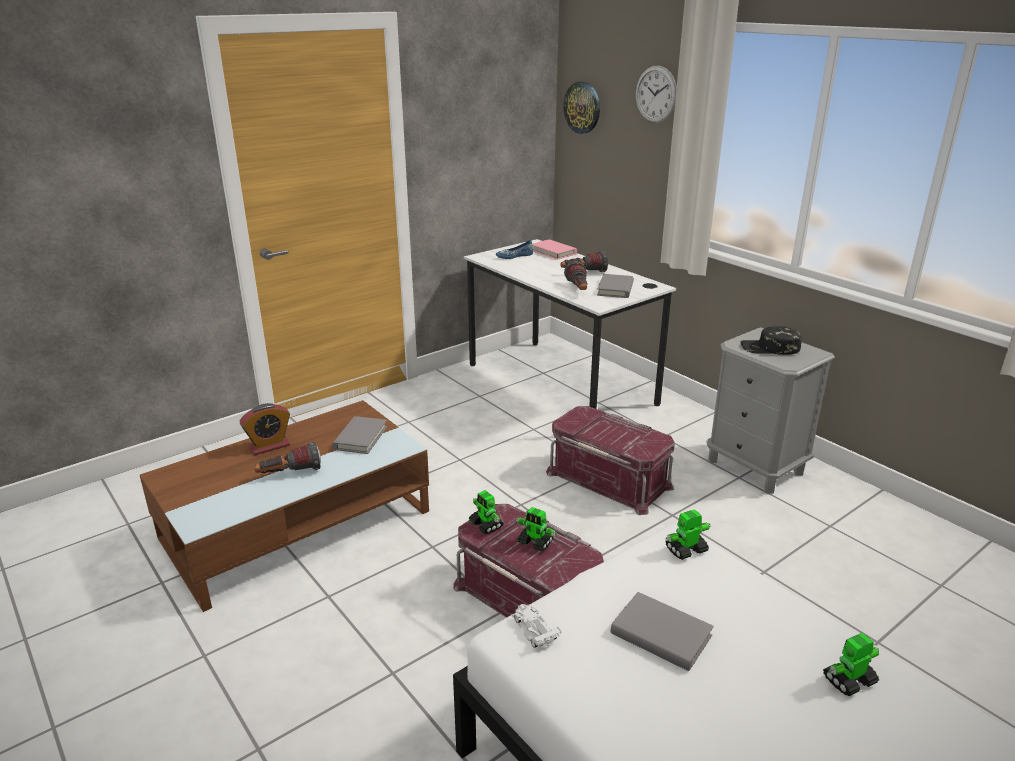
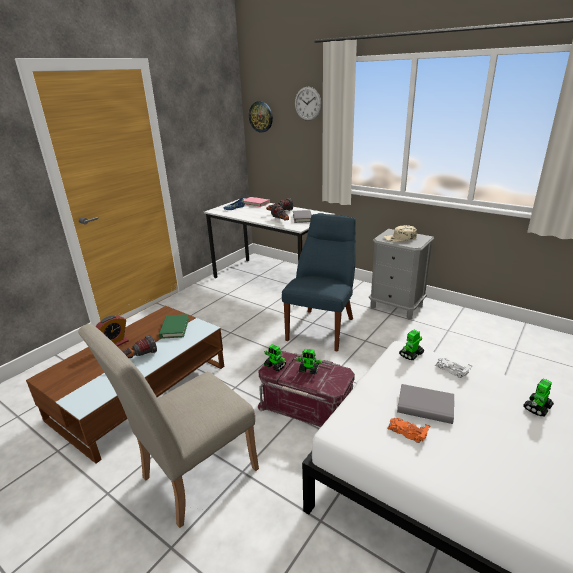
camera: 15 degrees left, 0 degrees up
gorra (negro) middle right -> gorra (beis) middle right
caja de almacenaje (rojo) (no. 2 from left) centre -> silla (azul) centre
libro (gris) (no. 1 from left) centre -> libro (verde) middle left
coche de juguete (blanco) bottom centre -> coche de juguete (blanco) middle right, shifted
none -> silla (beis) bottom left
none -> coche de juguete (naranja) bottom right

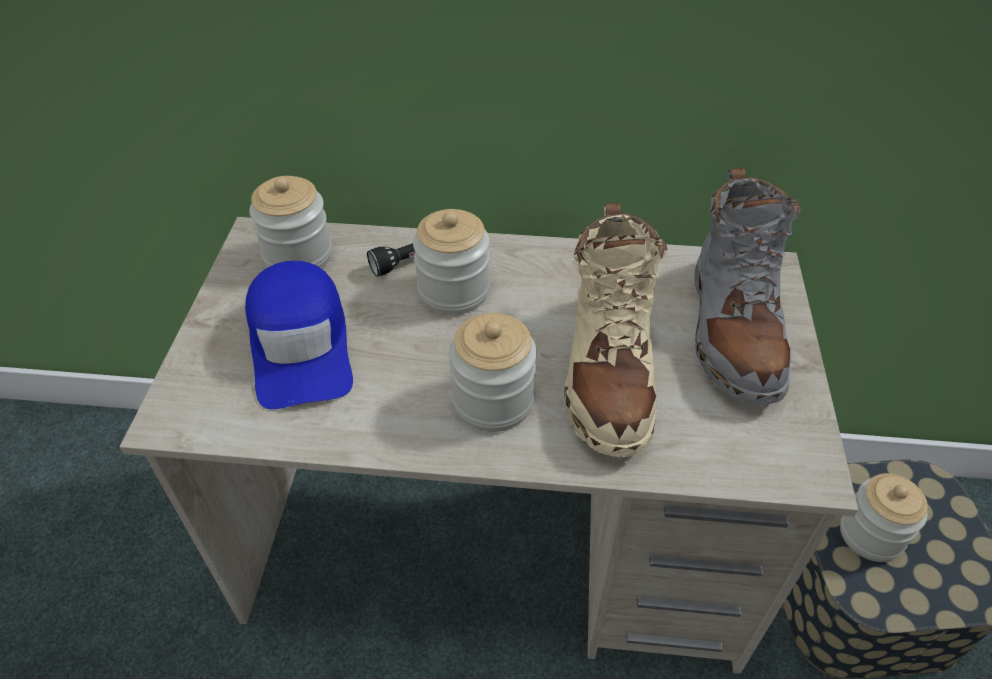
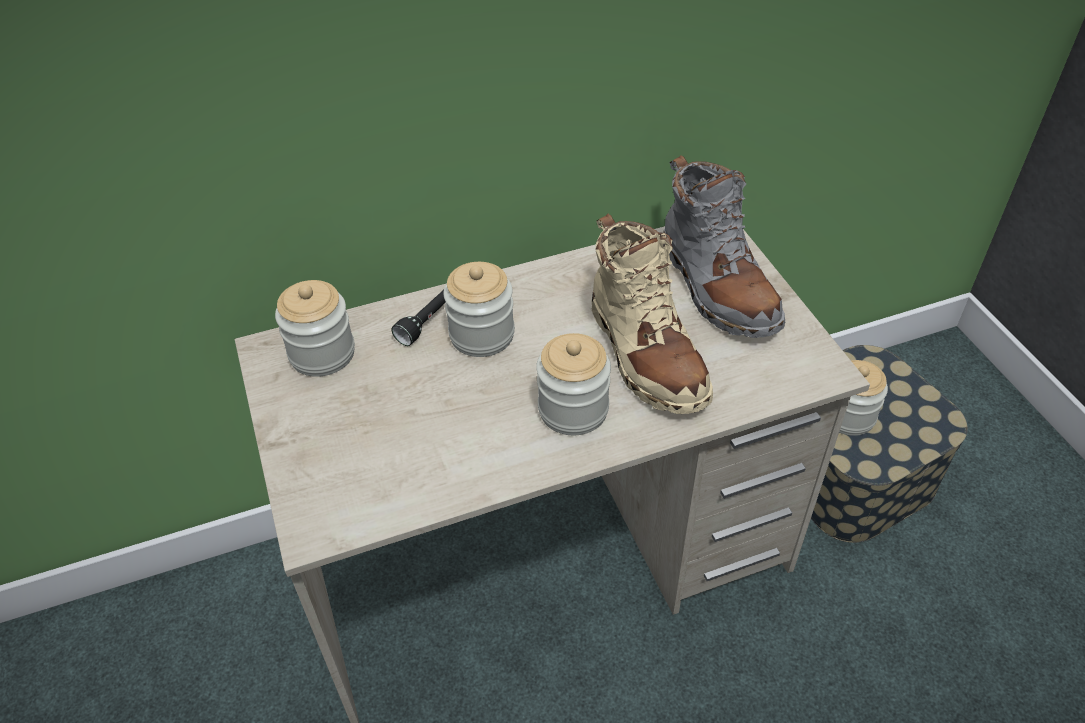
camera: 25 degrees left, 0 degrees up
gorra (azul) middle left -> none

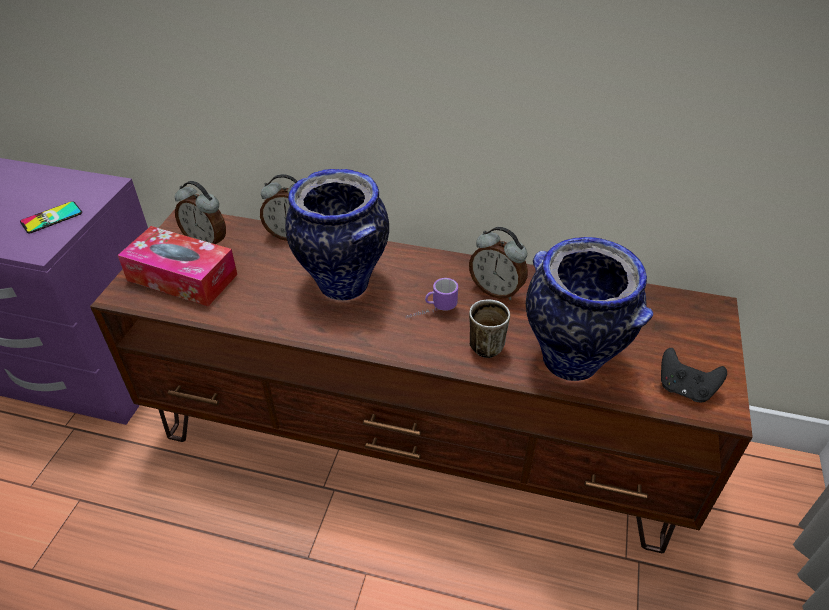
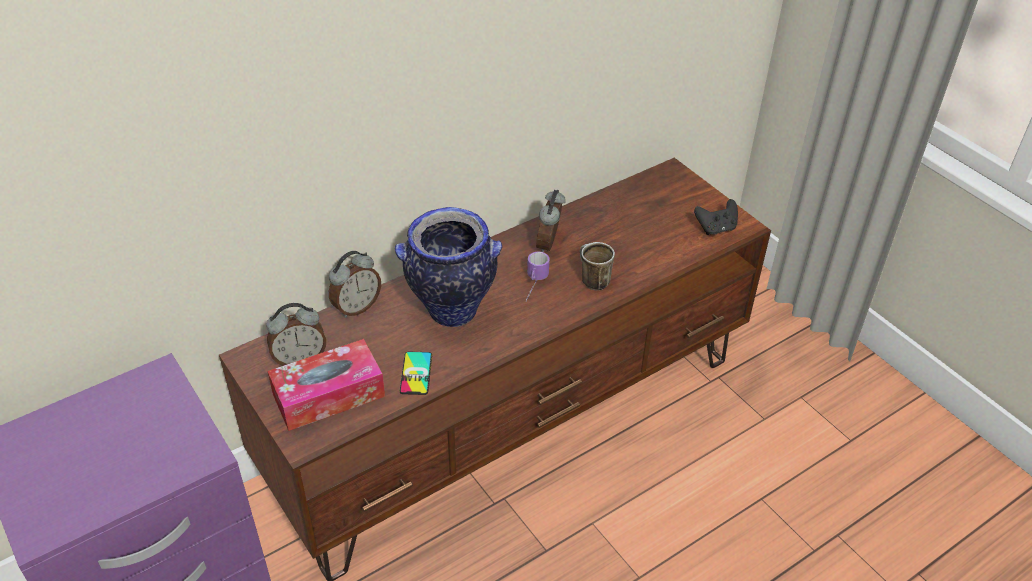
camera: 50 degrees left, 0 degrees up
móvil middle left -> móvil centre, shifted
despertador (no. 3 from left) centre, 120 degrees clockwise
florero (no. 2 from left) middle right -> none

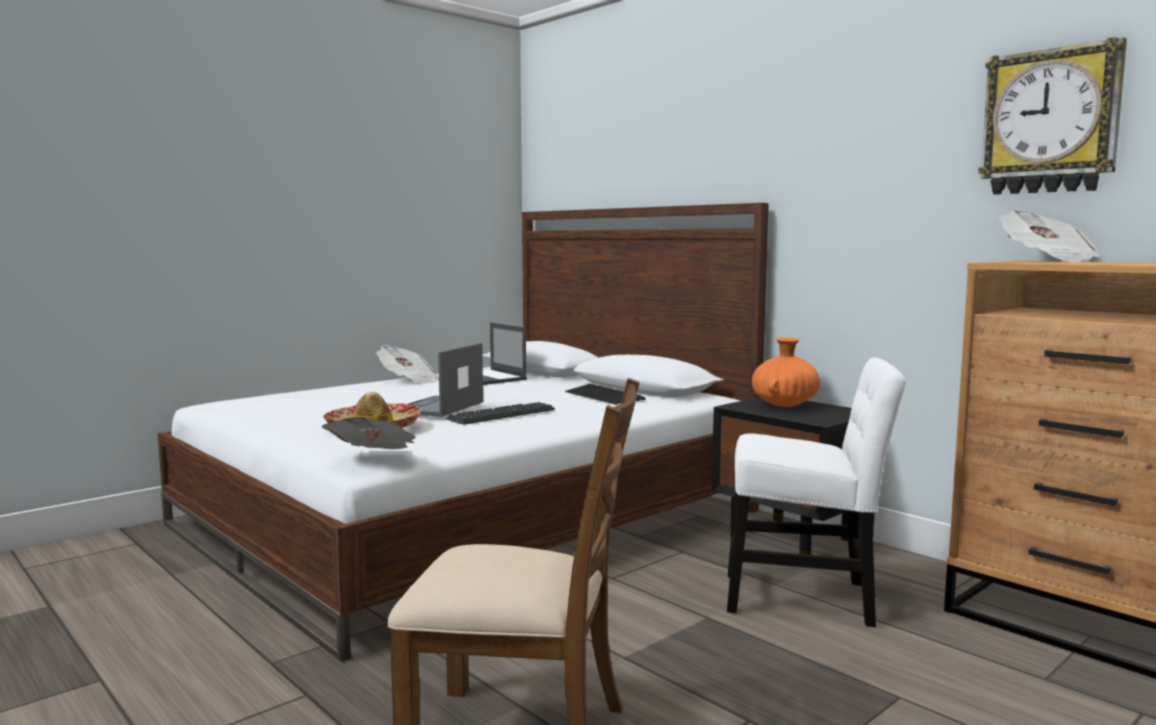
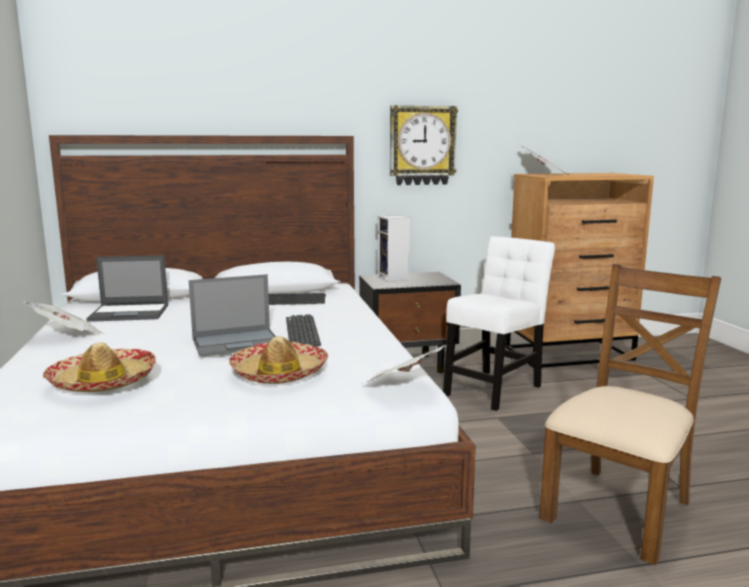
camera: 60 degrees left, 5 degrees up
reloj de pared top right -> reloj de pared top centre, shifted
florero (naranja) middle right -> altavoz centre
portátil (no. 1 from left in the first image) centre -> portátil (no. 2 from left) middle left, 75 degrees counterclockwise
none -> sombrero (no. 1 from left) middle left

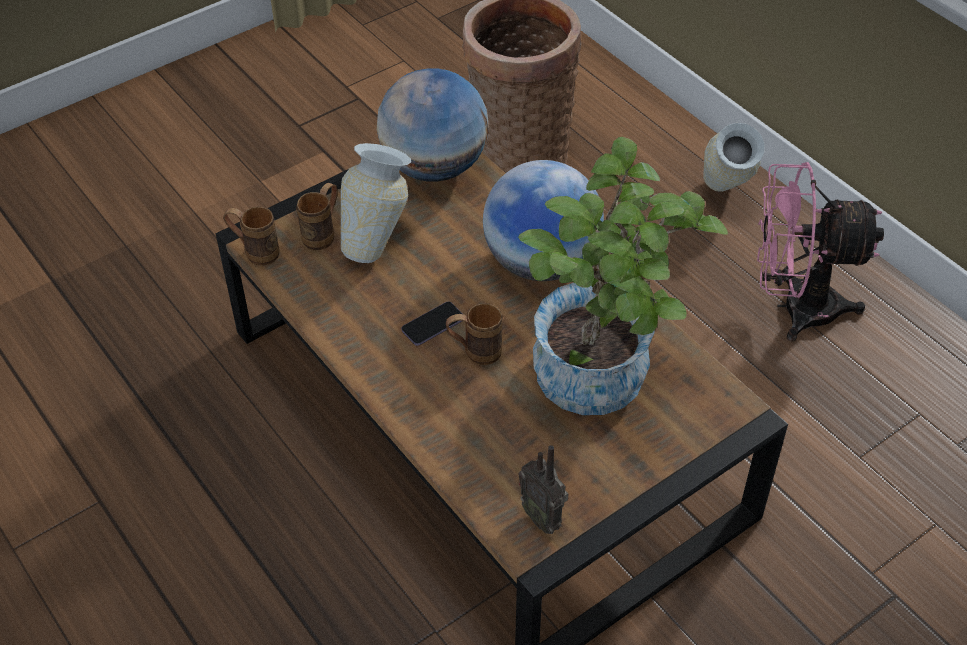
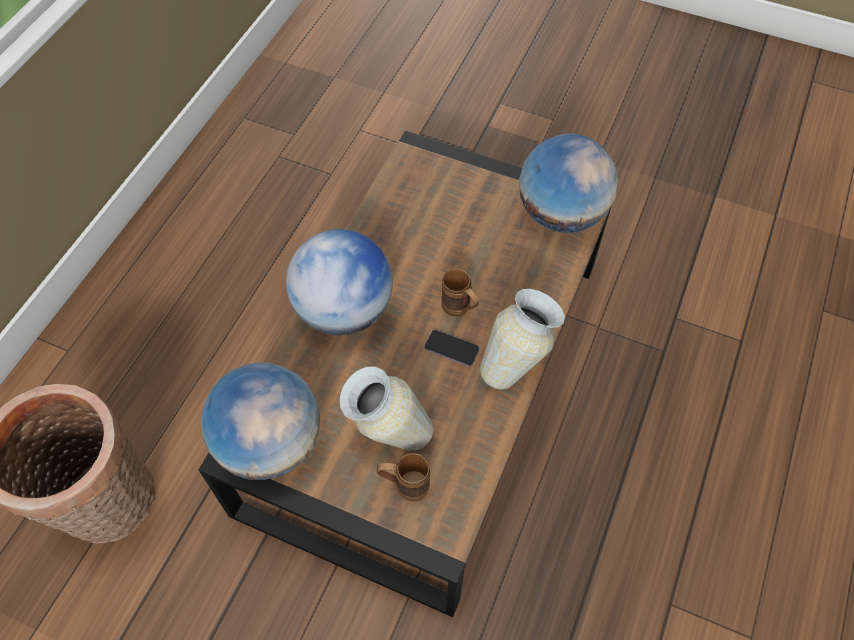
camera: 120 degrees left, 10 degrees up
florero (no. 2 from left) top right -> florero (no. 2 from left) centre, shifted
planta en maceta centre -> none
ventilador (rosa) middle right -> none
taza grande (marrón) (no. 1 from left) middle left -> none
radio bottom centre -> globo terráqueo (no. 3 from left) top centre

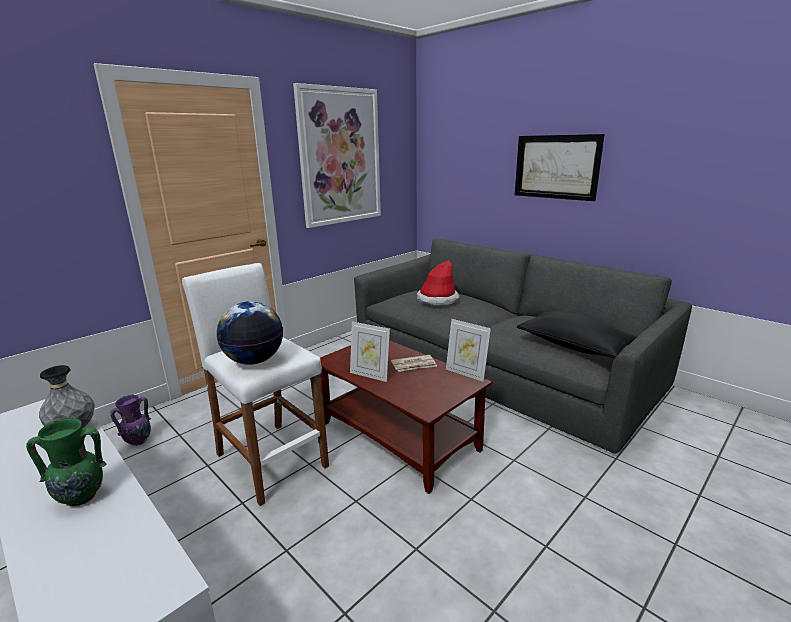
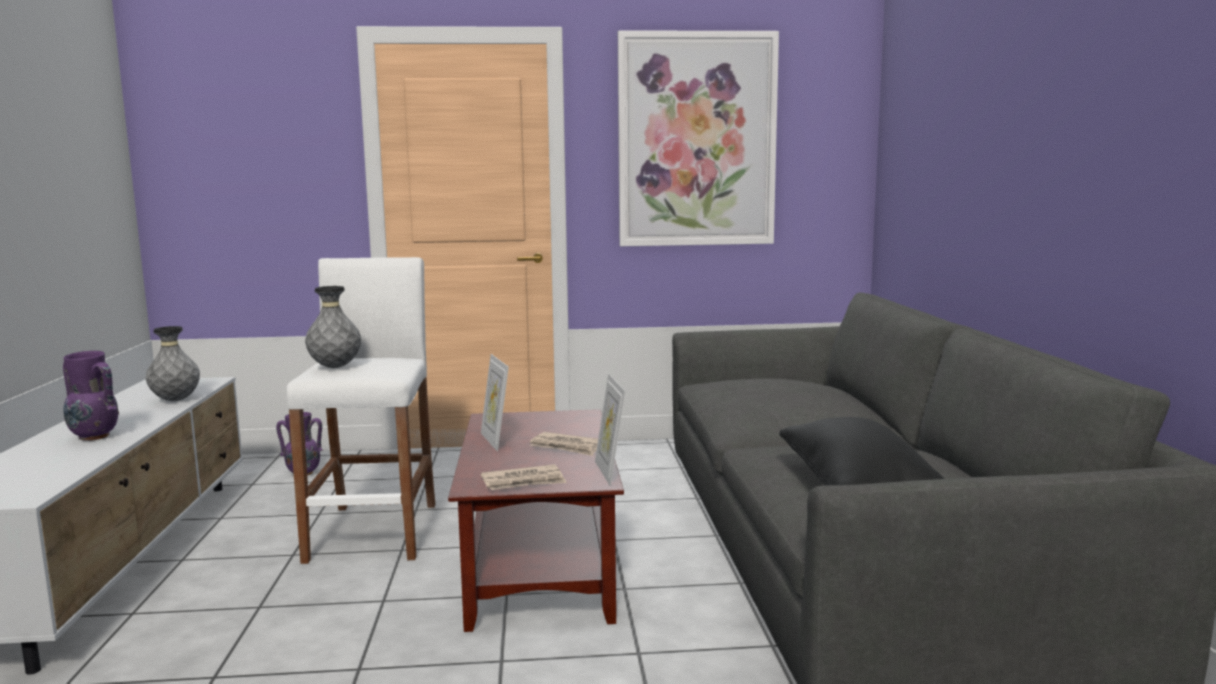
camera: 40 degrees right, 10 degrees down
cuadro (no. 2 from left) top right -> none
sombrero centre -> none
globo terráqueo middle left -> florero (gris) (no. 2 from left) middle left
florero (verde) bottom left -> florero (morado) (no. 1 from left) middle left
none -> periódico (no. 1 from left) bottom centre

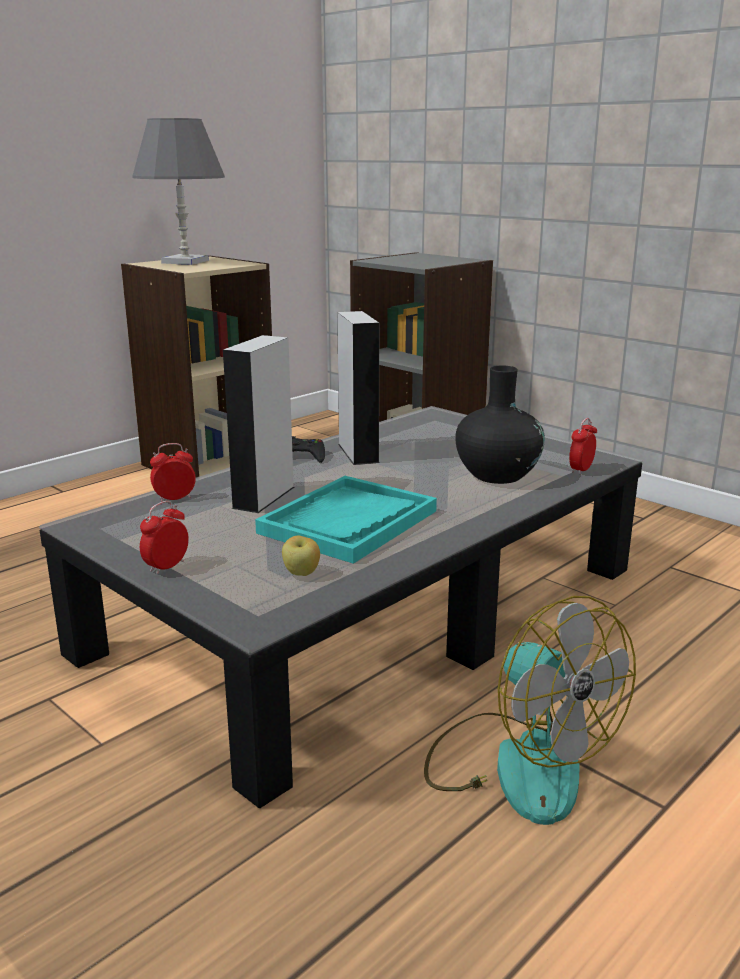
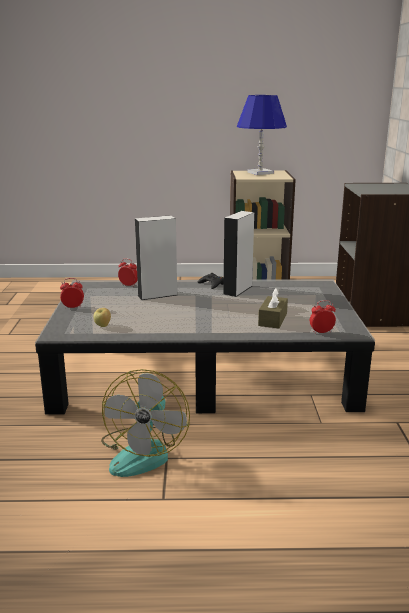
camera: 45 degrees right, 0 degrees up
lámpara de mesa (gris) top left -> lámpara de mesa (azul) top centre
florero (negro) middle right -> caja de pañuelos (marrón) middle right
bandeja (turquesa) centre -> none

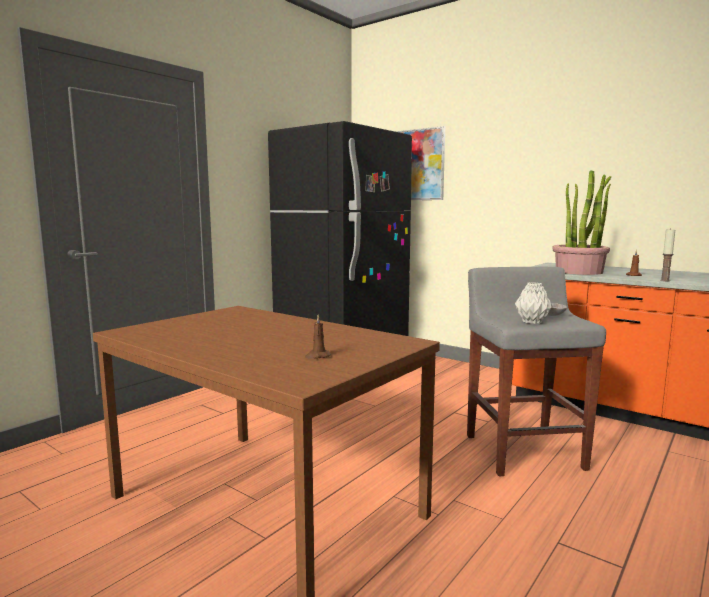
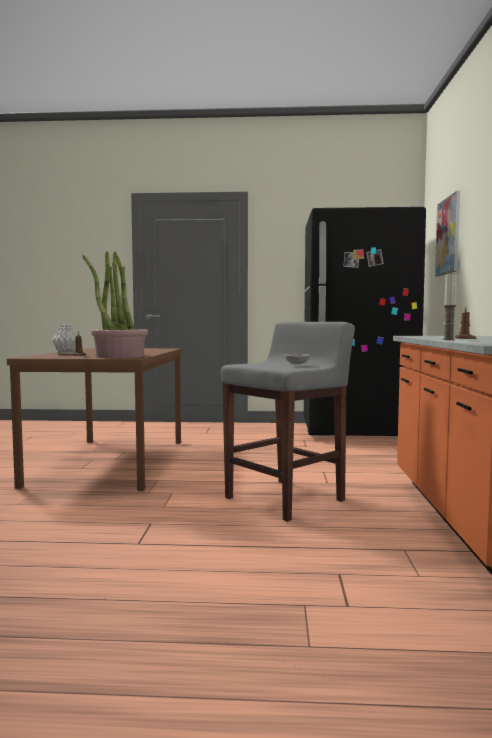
camera: 55 degrees right, 5 degrees down
planta en maceta middle right -> planta en maceta middle left, shifted
florero (gris) middle right -> florero (gris) middle left, shifted

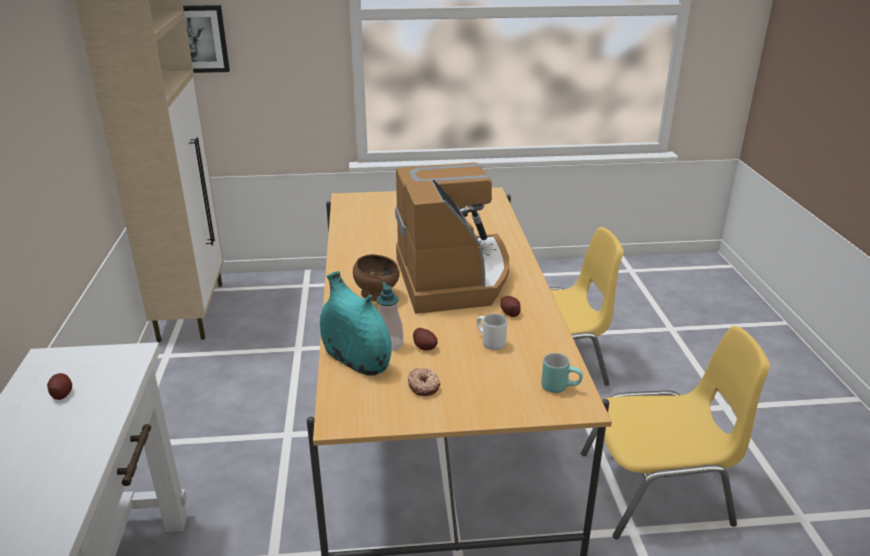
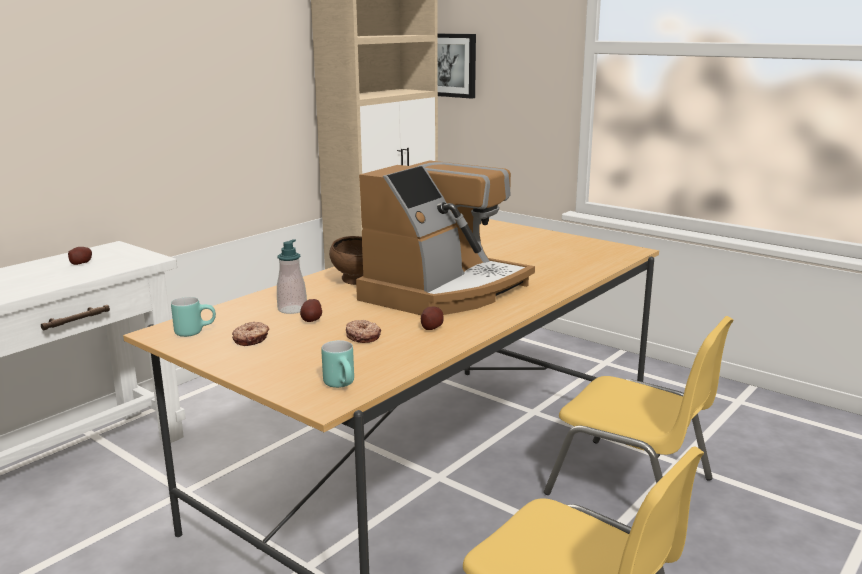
camera: 45 degrees right, 10 degrees down
florero (turquesa) centre -> none
taza grande (blanco) centre -> rosquilla (no. 2 from left) centre
none -> taza grande (turquesa) (no. 1 from left) middle left

